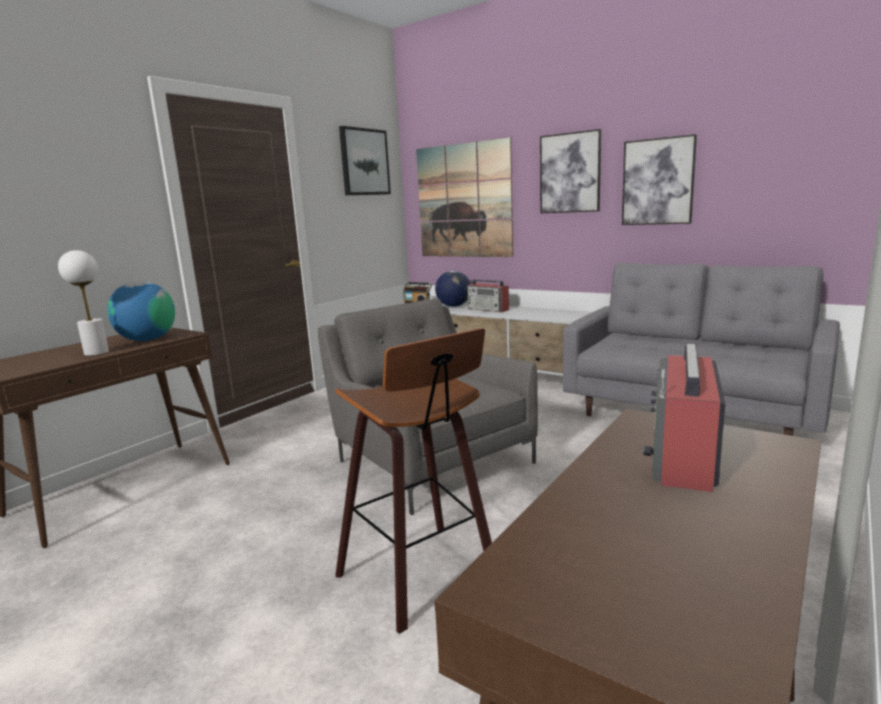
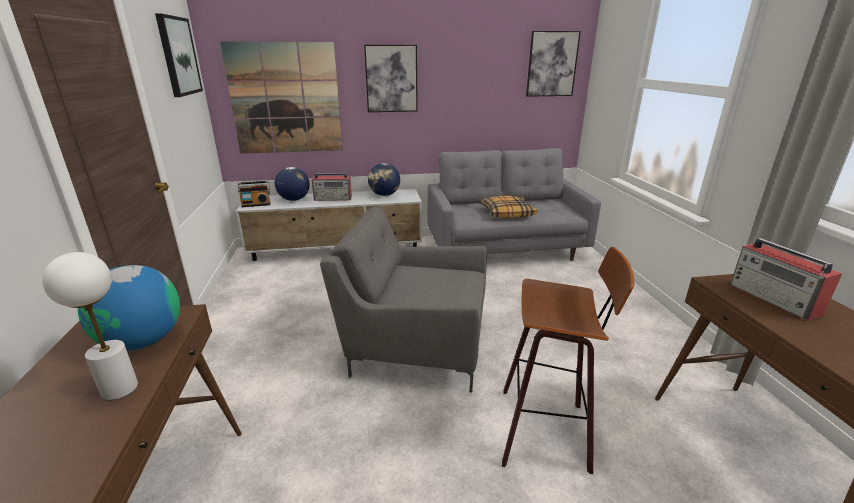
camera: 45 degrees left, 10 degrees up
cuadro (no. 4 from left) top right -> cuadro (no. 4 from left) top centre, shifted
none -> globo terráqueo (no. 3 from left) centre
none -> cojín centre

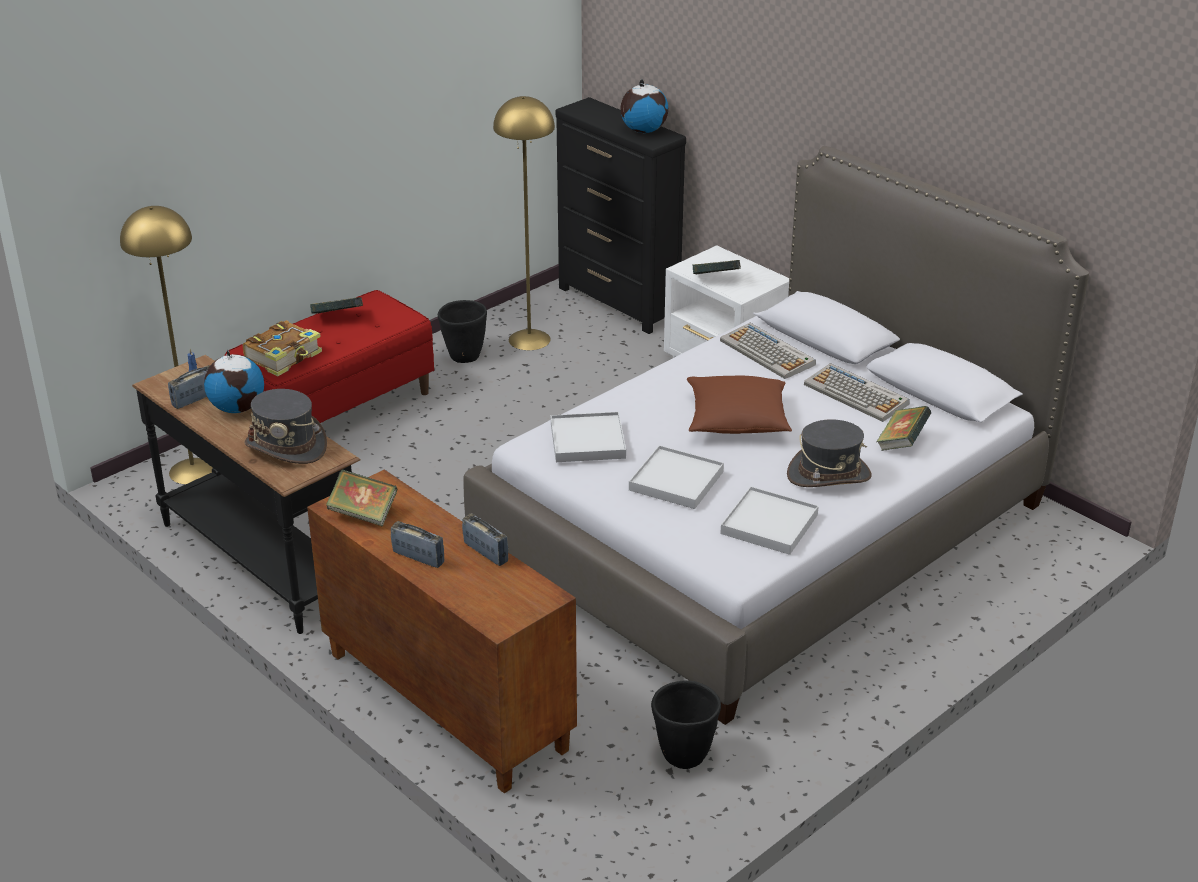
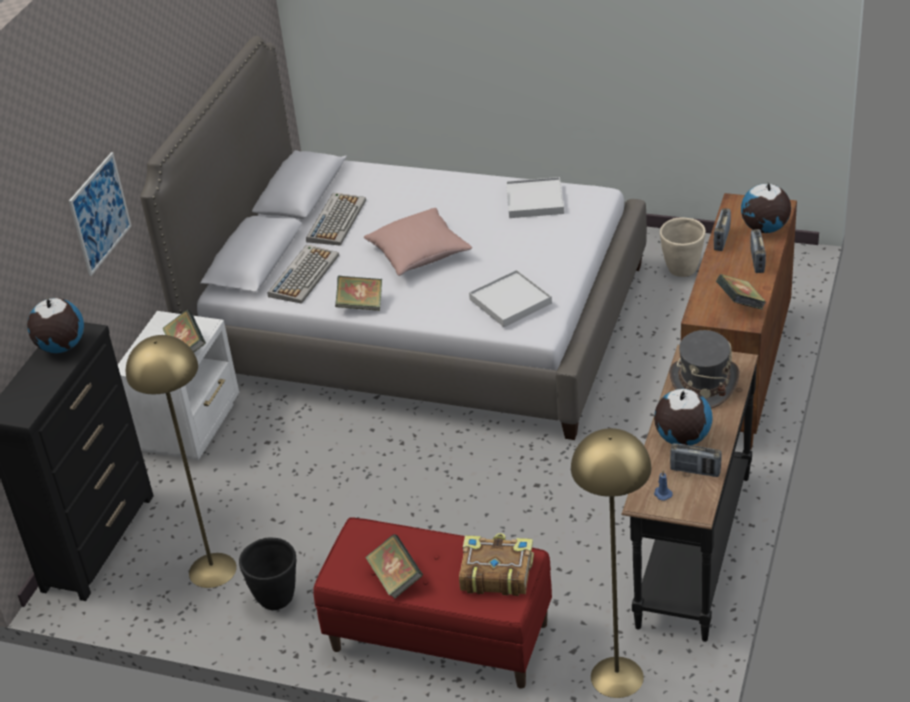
camera: 115 degrees left, 5 degrees up
cojín (marrón) centre -> cojín (rosa) centre
libro (no. 5 from left in the first image) middle right -> libro (no. 2 from left) centre, shifted
sombrero (gris) (no. 2 from left) middle right -> none
bandeja (blanco) (no. 2 from left) centre -> none
maceta (negro) (no. 2 from left) bottom centre -> maceta (beis) middle right
none -> cuadro top left
none -> globo terráqueo (no. 3 from left) top right

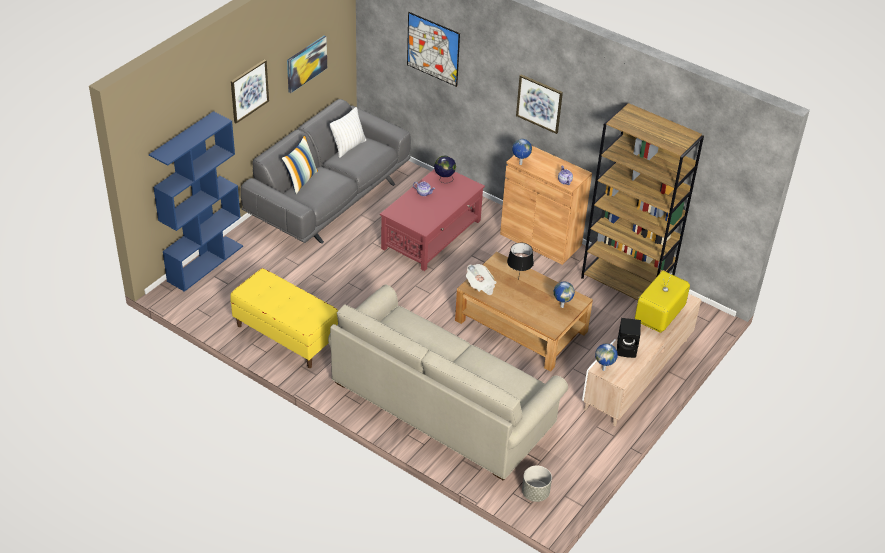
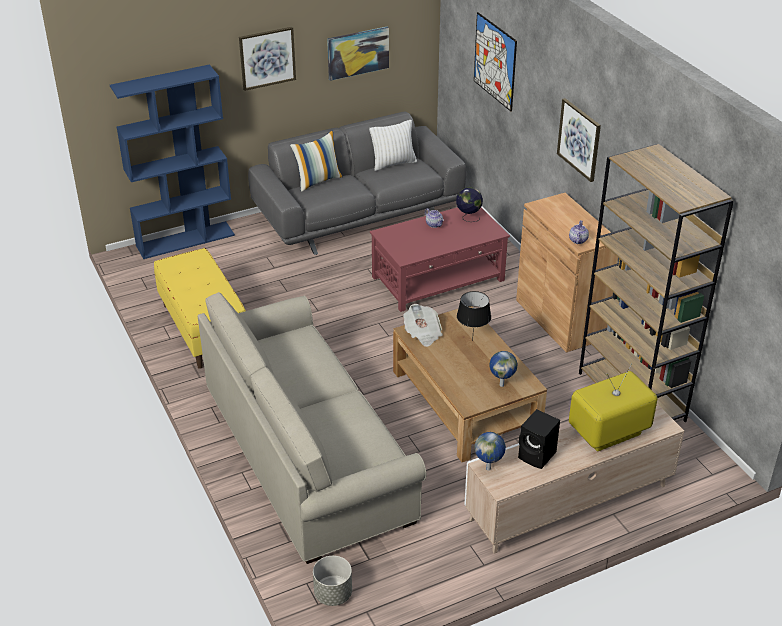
camera: 30 degrees right, 5 degrees down
globo terráqueo (no. 2 from left) top centre -> none

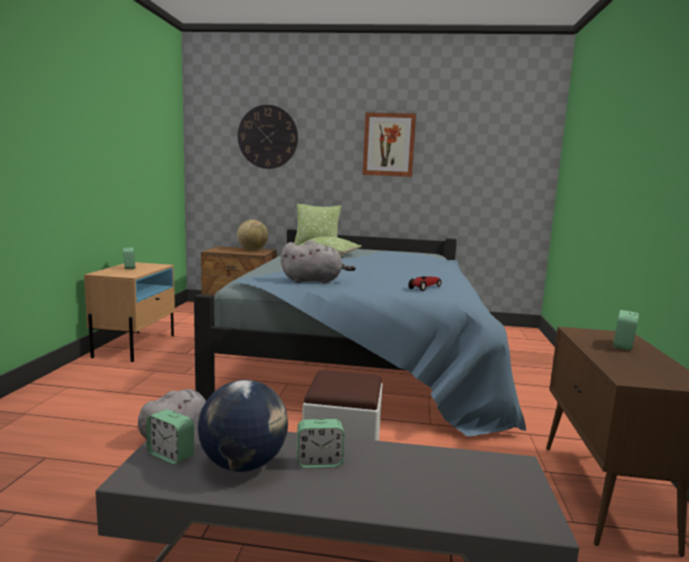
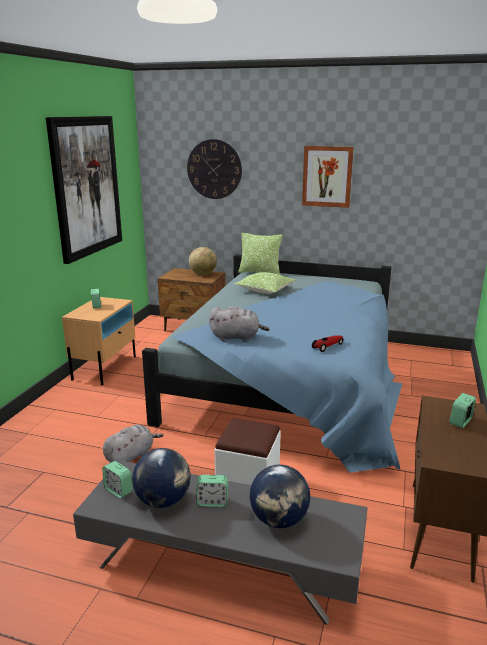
camera: 10 degrees right, 10 degrees up
none -> cuadro (no. 1 from left) top left
none -> globo terráqueo (no. 3 from left) bottom centre

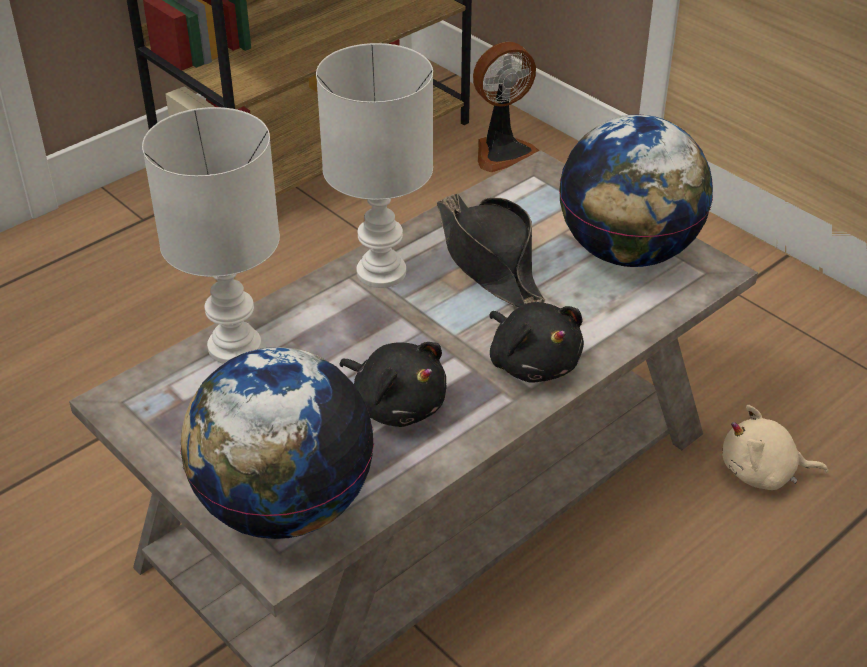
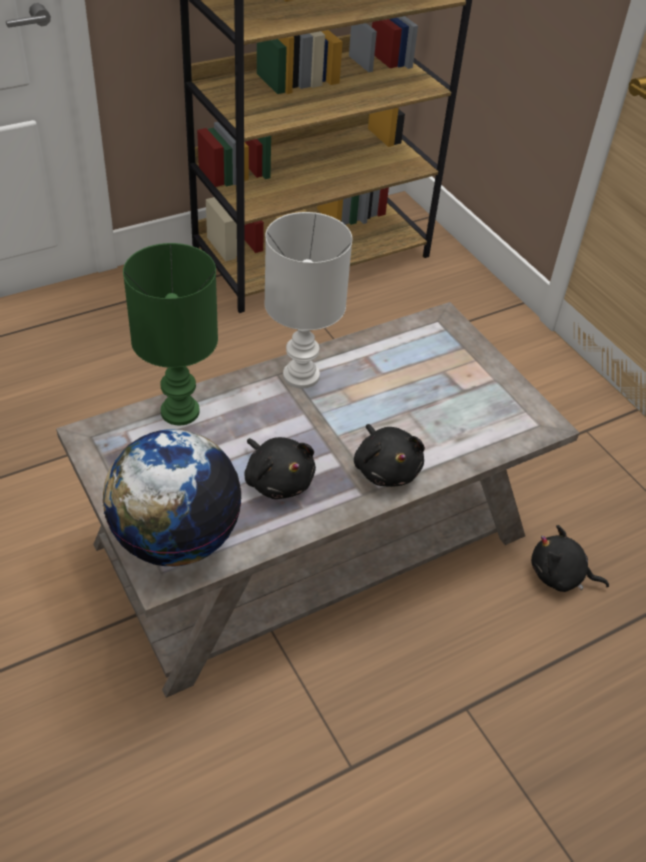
camera: 10 degrees right, 5 degrees up
ventilador top centre -> none
lámpara de mesa (blanco) (no. 1 from left) middle left -> lámpara de mesa (verde) middle left
globo terráqueo (no. 2 from left) top right -> none
sombrero (negro) centre -> none
peluche (beis) bottom right -> peluche (negro) (no. 3 from left) middle right

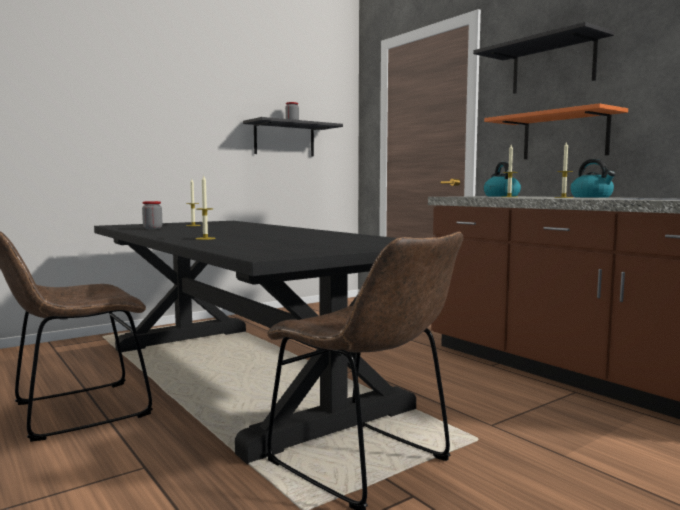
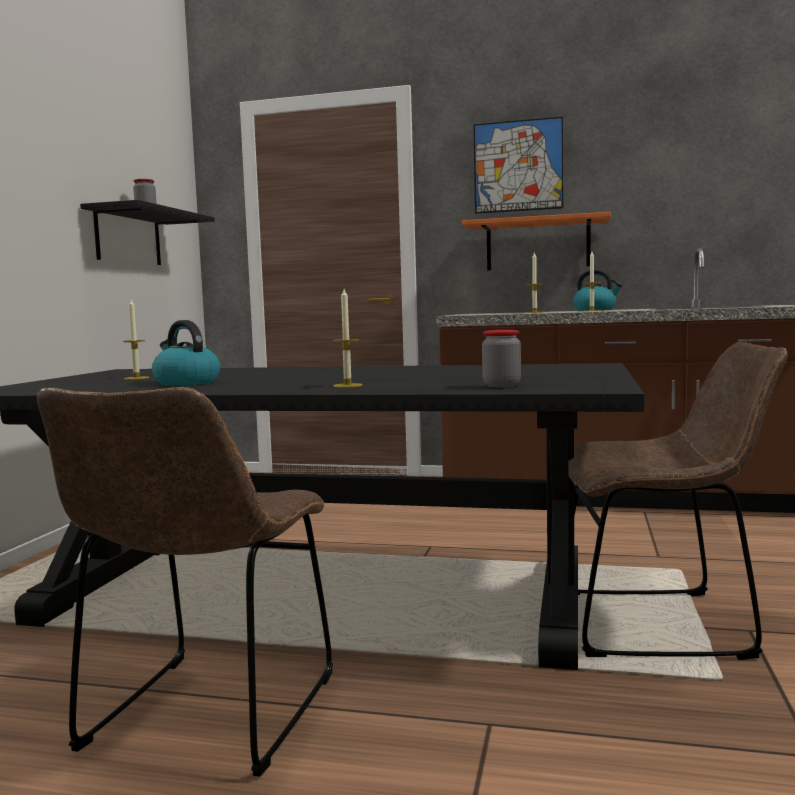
camera: 40 degrees left, 0 degrees up
estante (negro) (no. 2 from left) top right -> cuadro top centre
hervidor (no. 1 from left) middle right -> hervidor (no. 1 from left) middle left, shifted
tarro (no. 1 from left in the first image) middle left -> tarro (no. 2 from left) centre, shifted

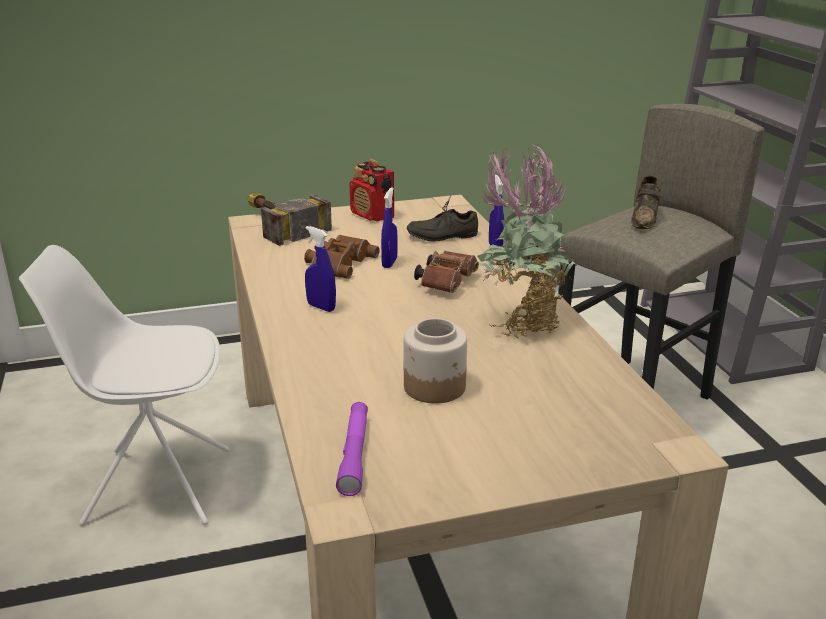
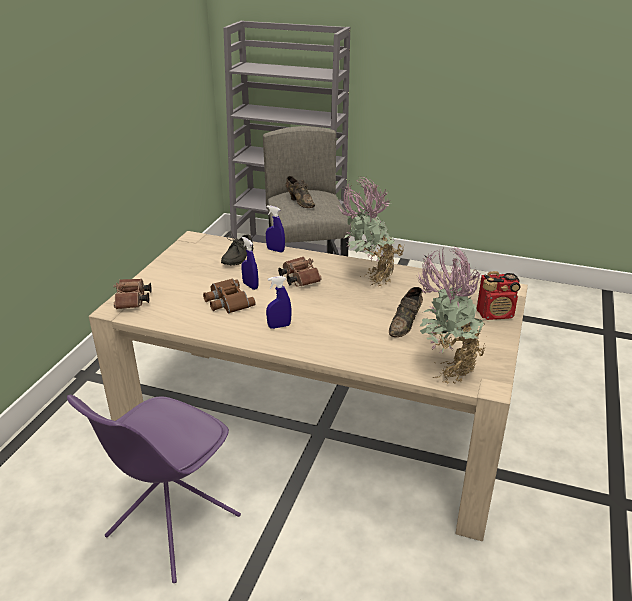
camera: 55 degrees left, 5 degrees up
radio top centre -> radio middle right, shifted
martillo centre -> prismáticos (marrón) (no. 1 from left) middle left
silla (blanco) middle left -> silla (morado) bottom left
tarro centre -> zapato (marrón) (no. 2 from left) centre
linterna (morado) bottom centre -> planta en maceta (no. 2 from left) middle right

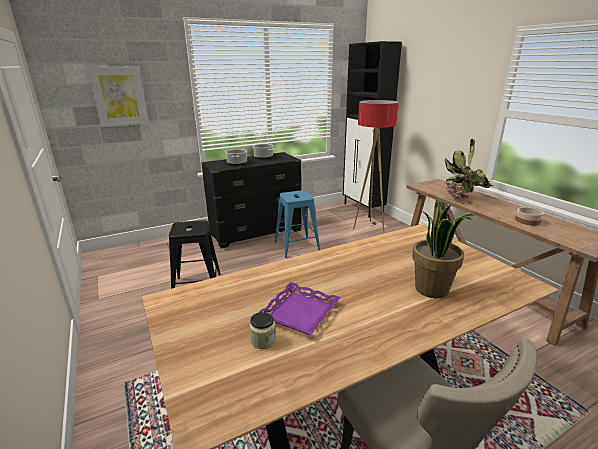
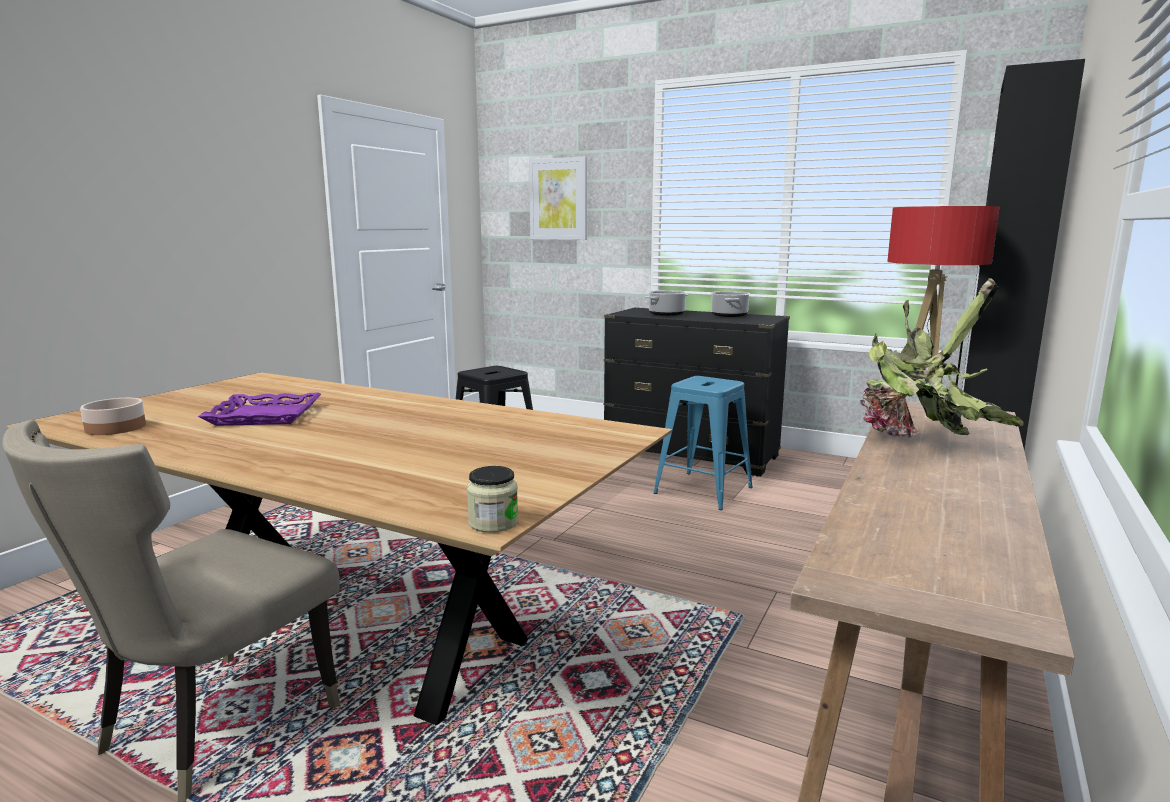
camera: 55 degrees right, 10 degrees down
planta en maceta (no. 1 from left) middle right -> none
cuenco middle right -> cuenco middle left, shifted
tarro bottom centre -> tarro centre, shifted

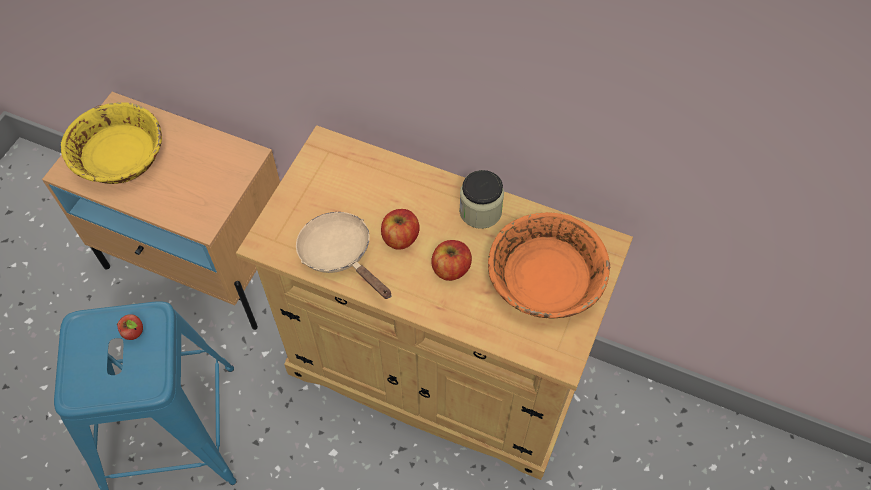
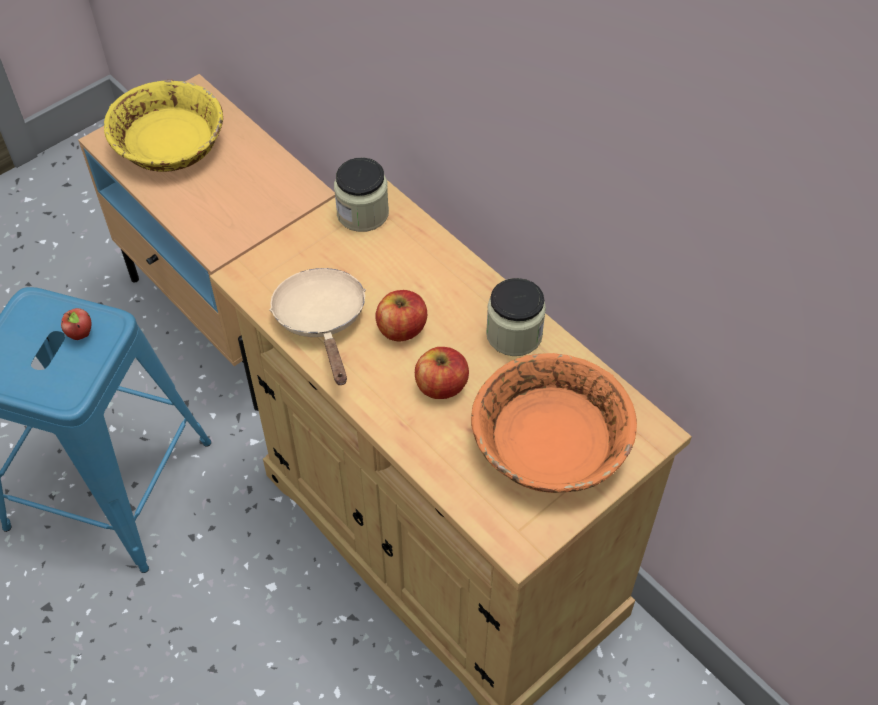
camera: 25 degrees right, 5 degrees down
none -> tarro (no. 1 from left) top centre

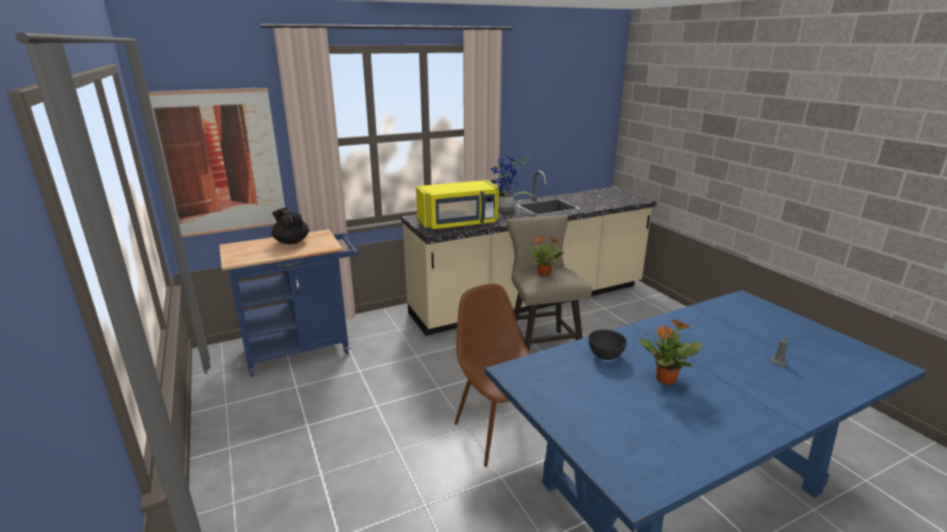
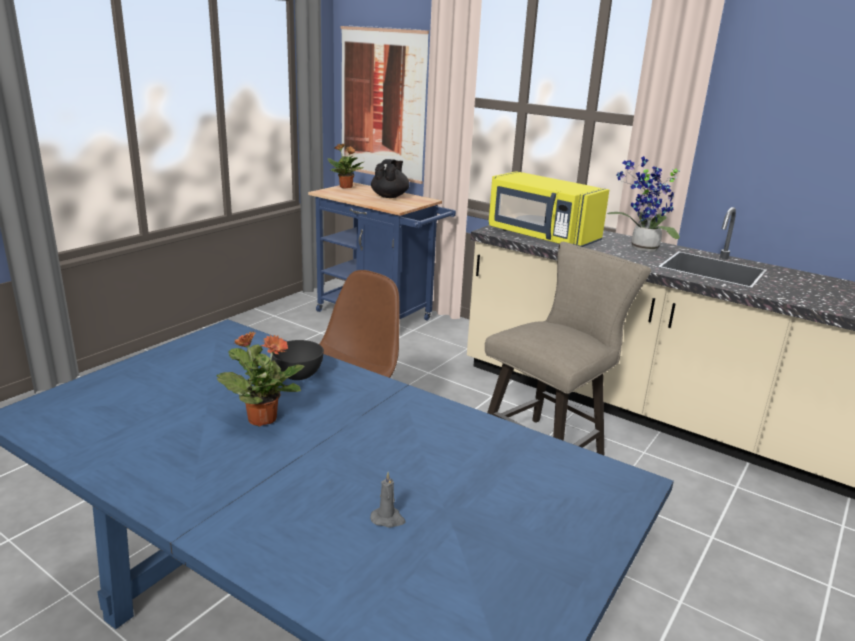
camera: 60 degrees right, 0 degrees up
planta en maceta (no. 2 from left) centre -> planta en maceta (no. 2 from left) top centre, shifted

